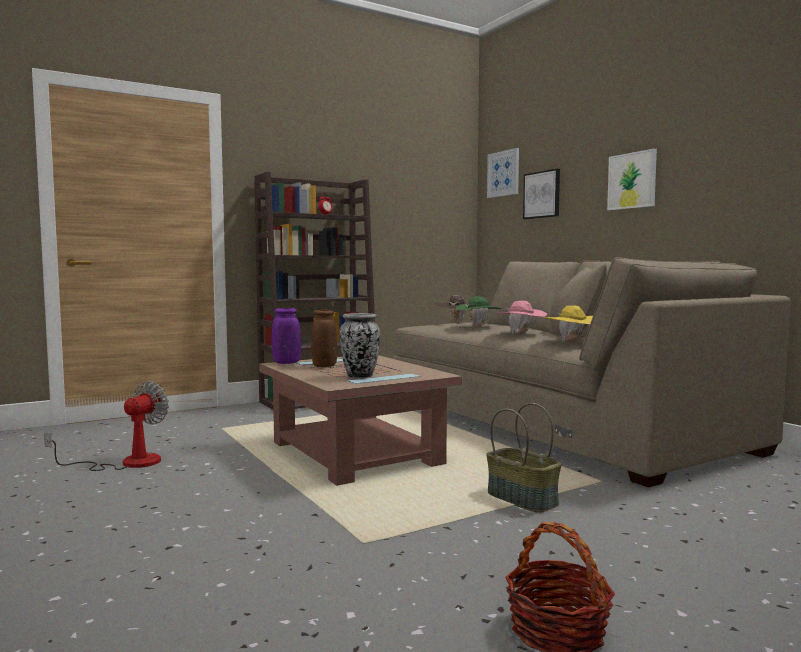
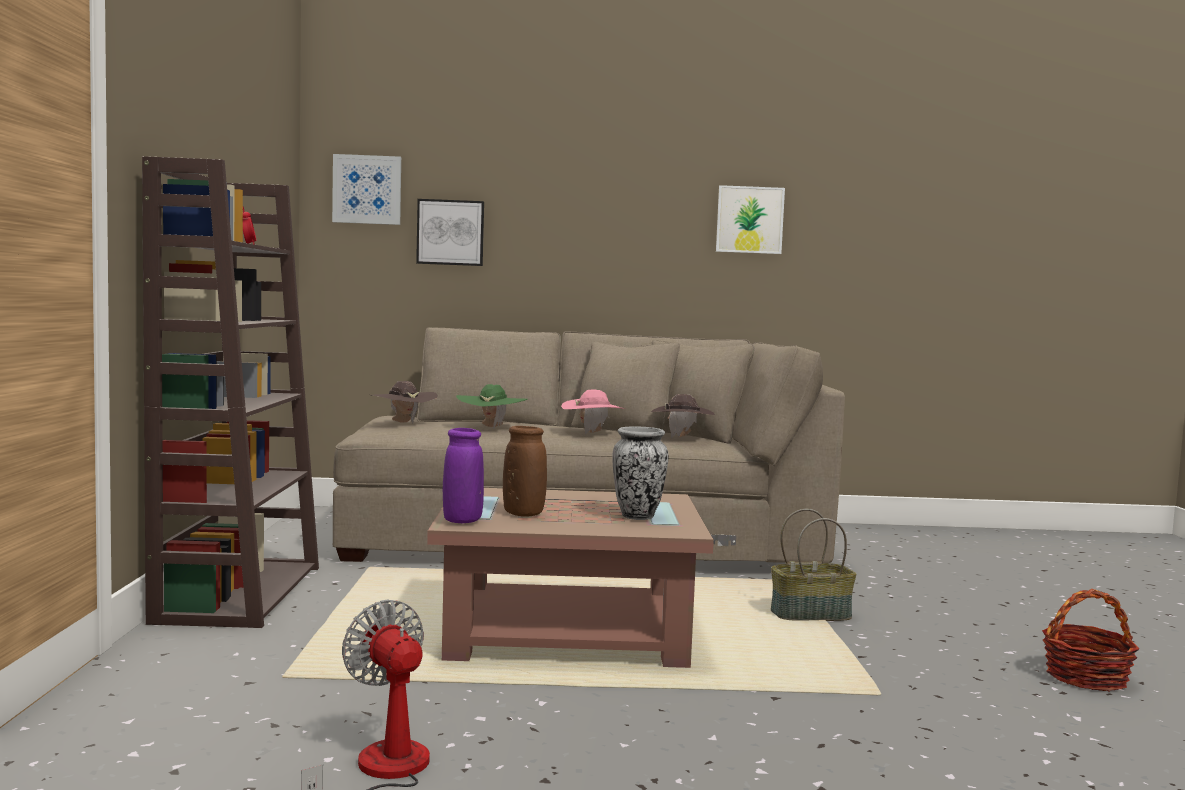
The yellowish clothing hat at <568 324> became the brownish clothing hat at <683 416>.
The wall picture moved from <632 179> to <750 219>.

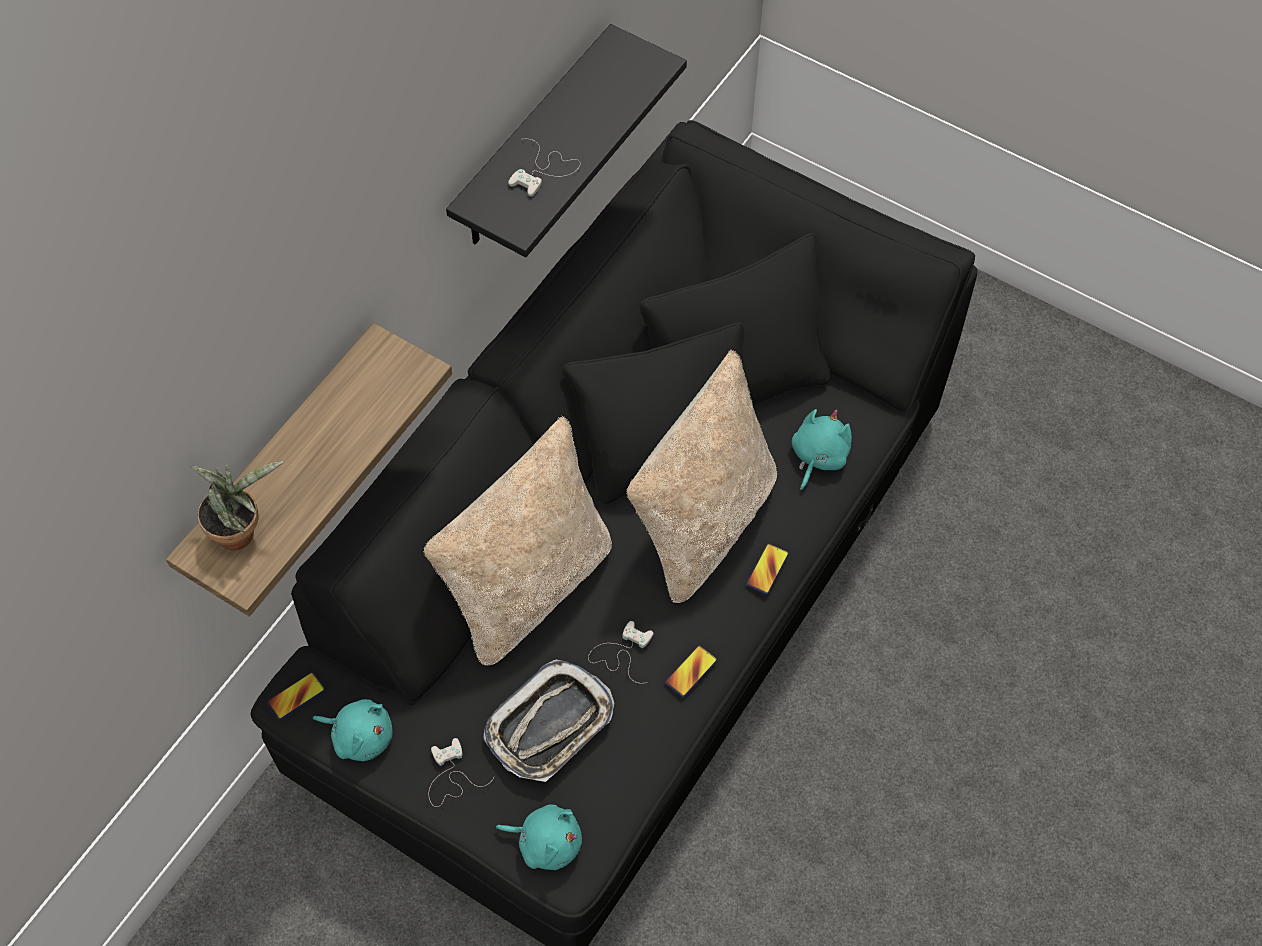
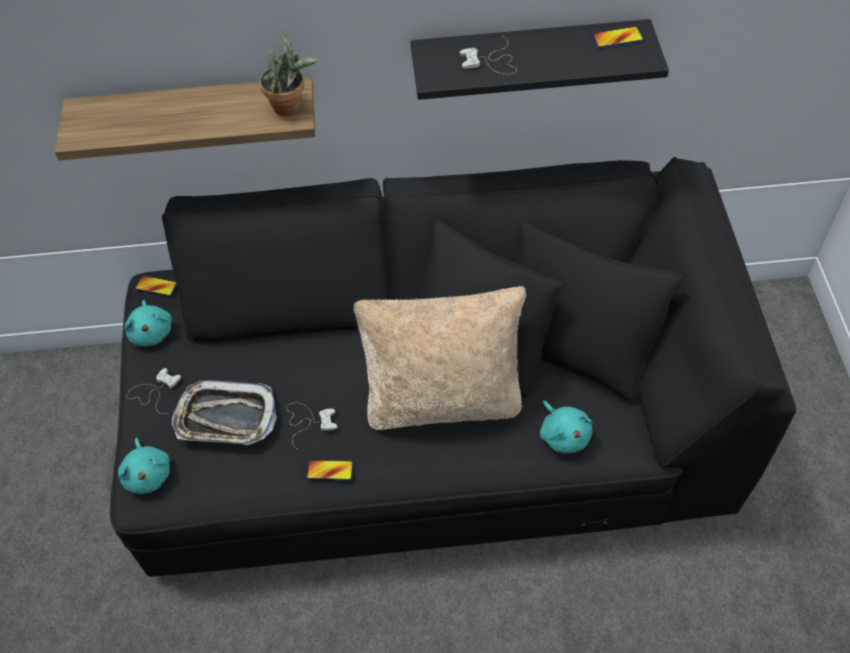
The plant in a pot moved from <236 506> to <289 74>.
The turquoise soft toy at <822 450> turned 75 degrees clockwise.
The handset moved from <767 568> to <617 37>.
The beige-coloured pillow at <517 541> disappeared.

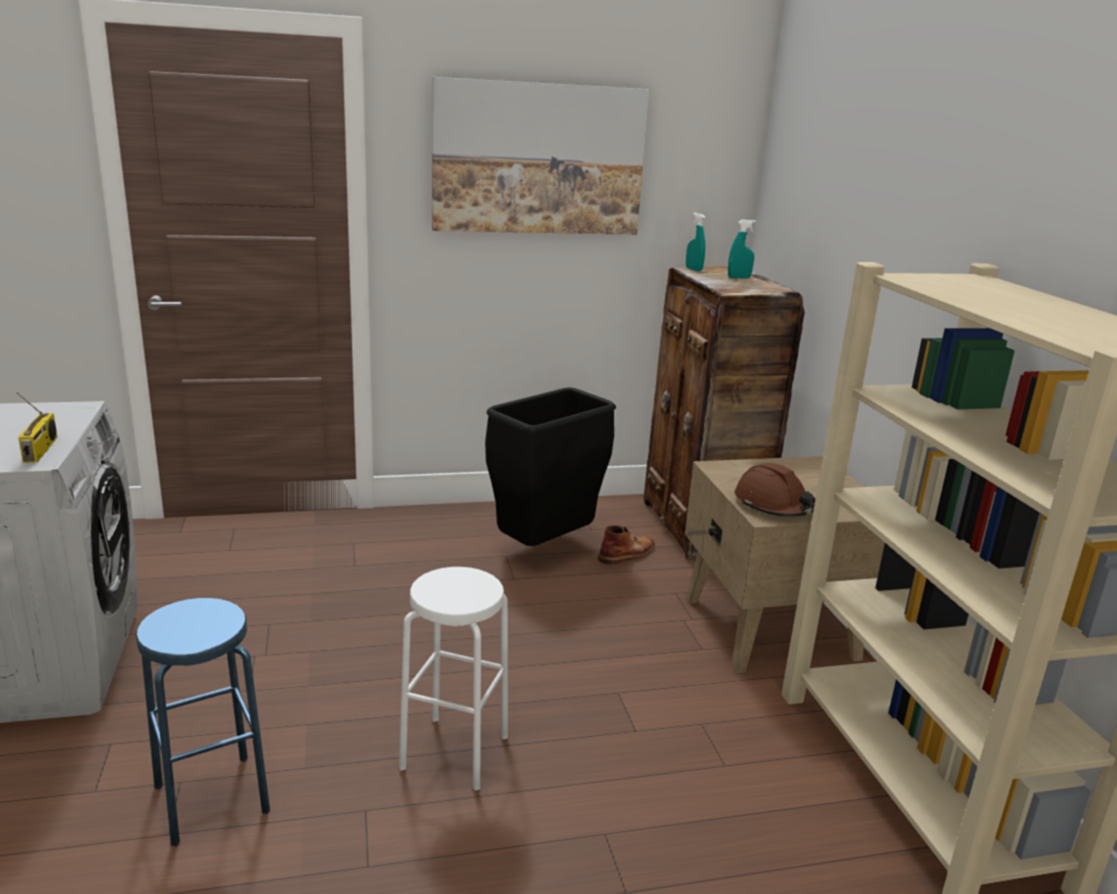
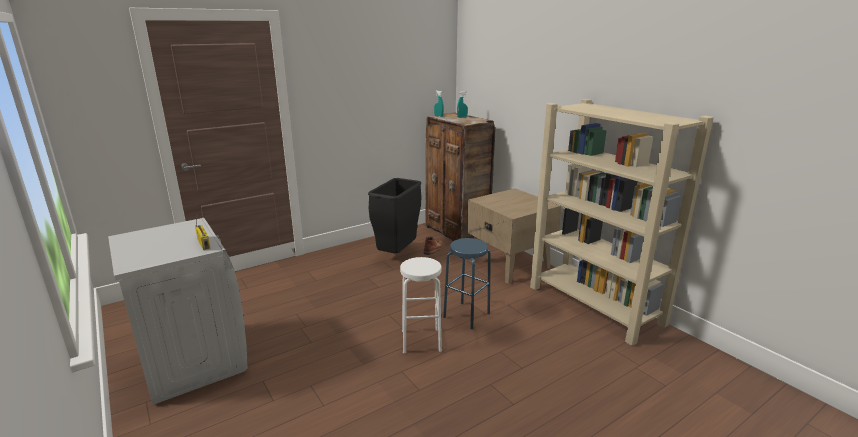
The blue-coloured stool seat moved from <203 722> to <467 283>.
The wall picture at <540 156> disappeared.
The brownish hard hat at <775 490> disappeared.

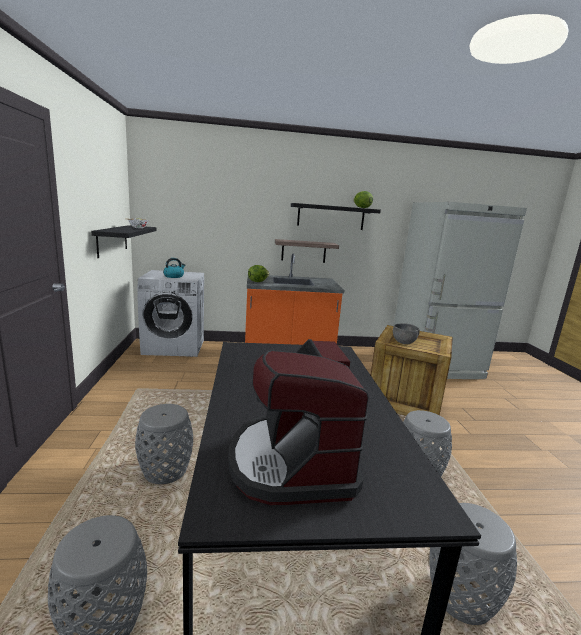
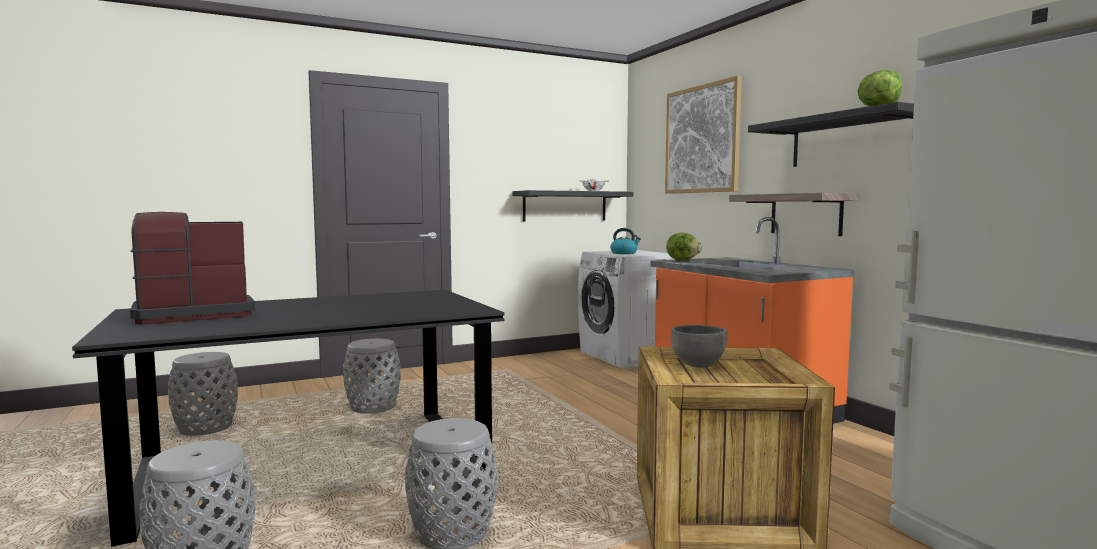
The wall picture at <703 135> appeared.

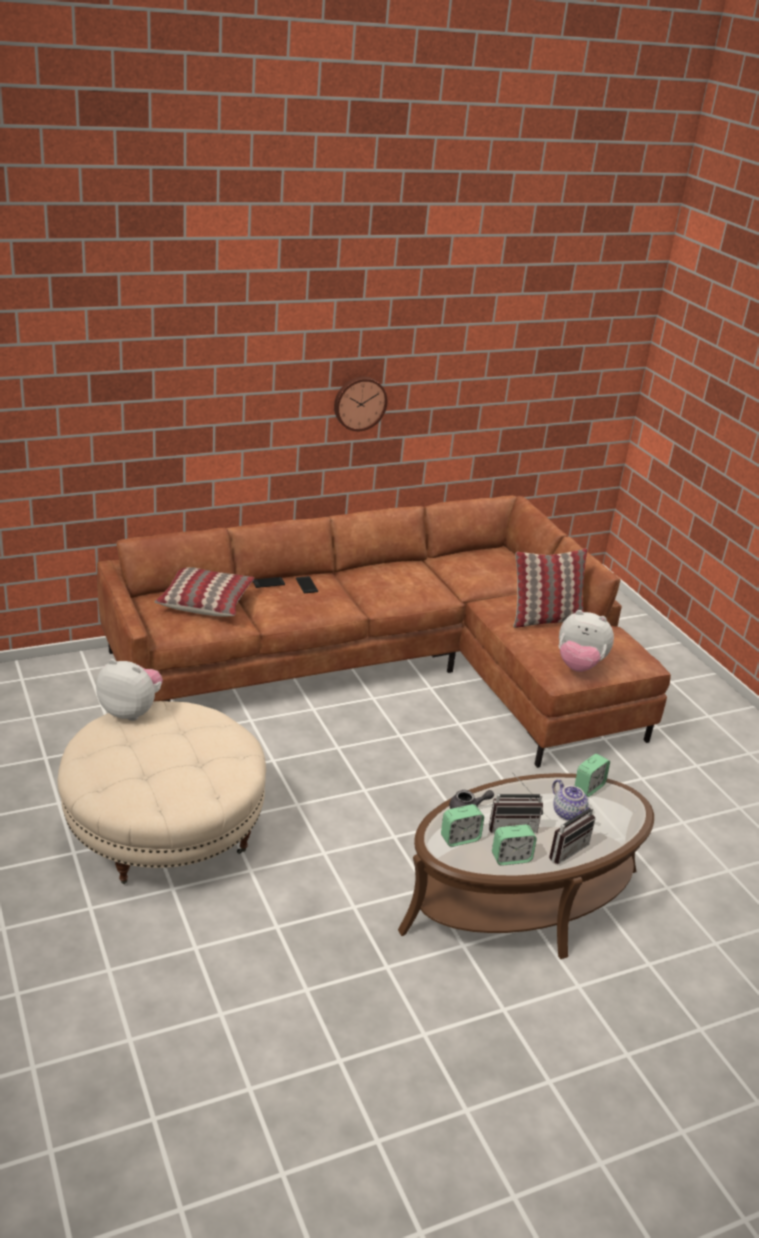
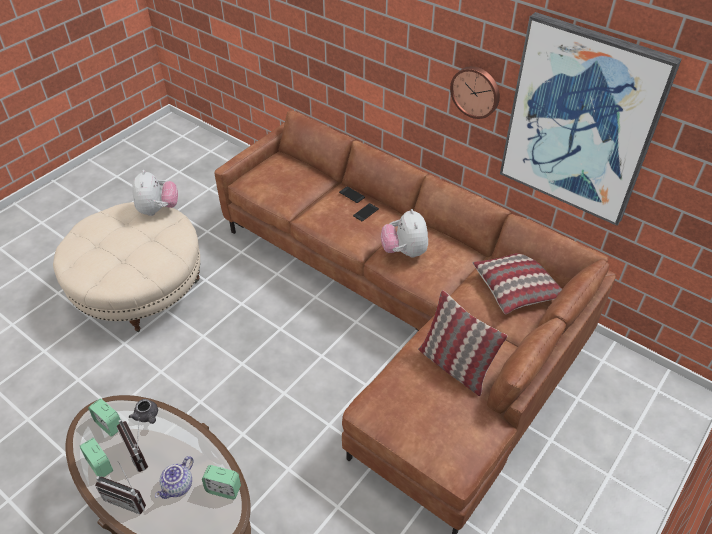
The soft toy moved from <586 641> to <404 233>.
The pillow moved from <204 591> to <517 283>.
The wall picture at <591 119> appeared.

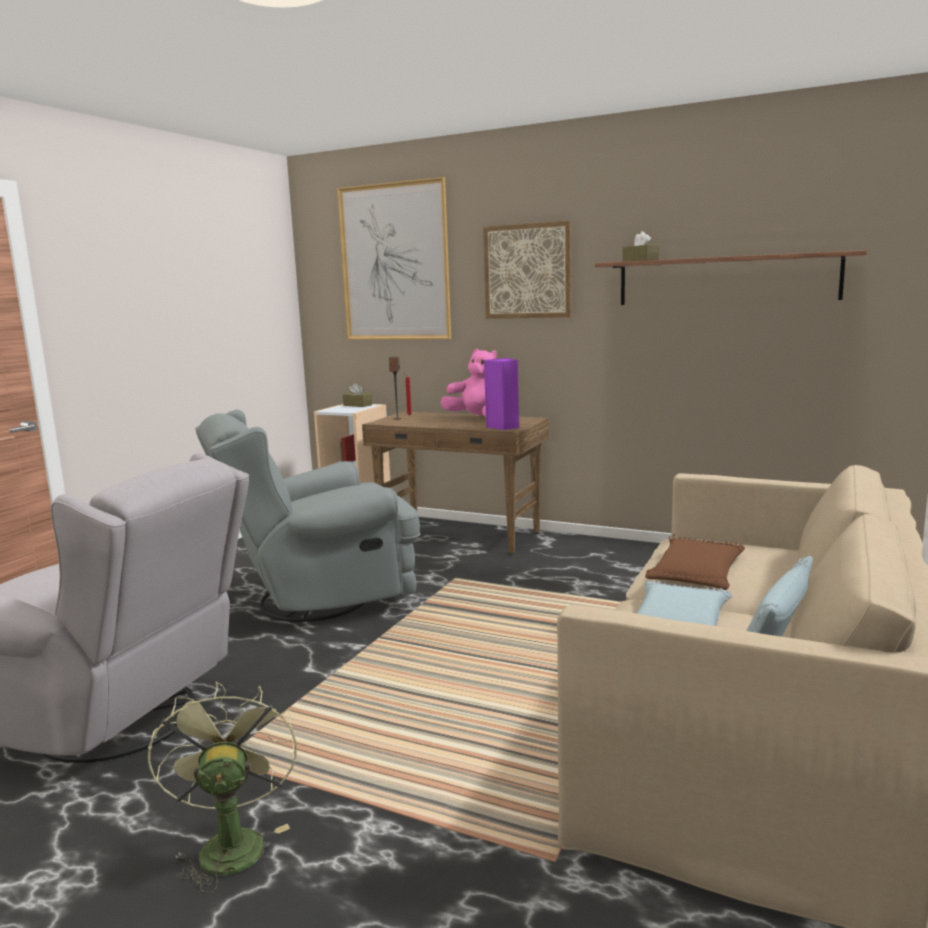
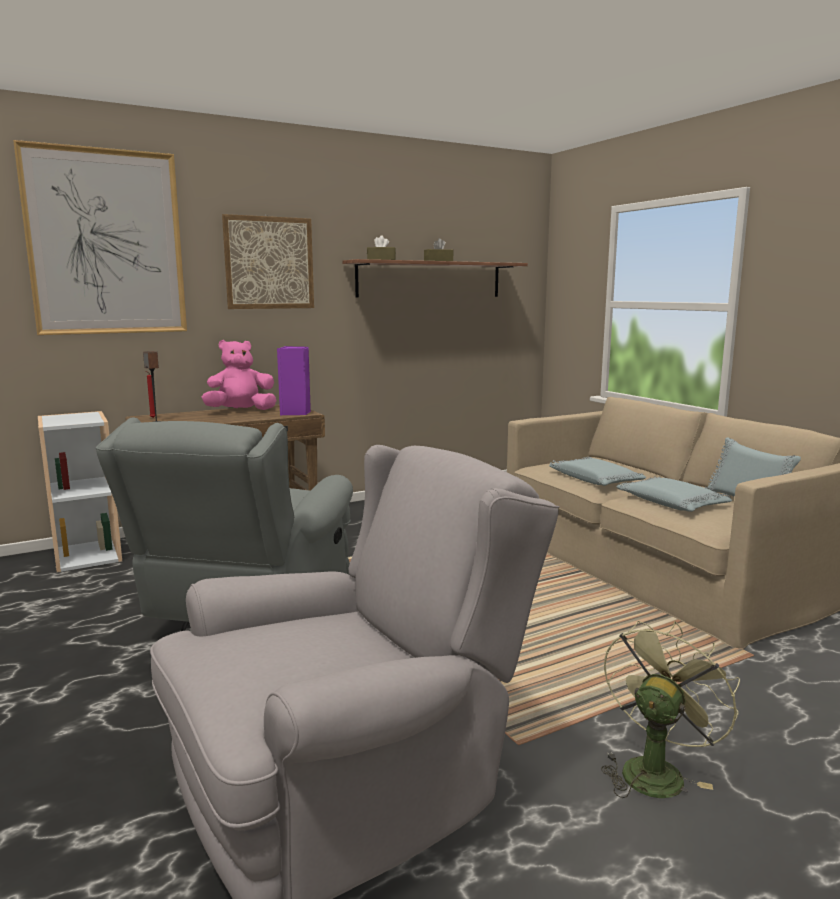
The brownish tissue box moved from <357 395> to <438 249>.
The brownish pillow at <695 562> became the blue-coloured pillow at <597 471>.
The greenish fan at <222 787> turned 105 degrees clockwise.

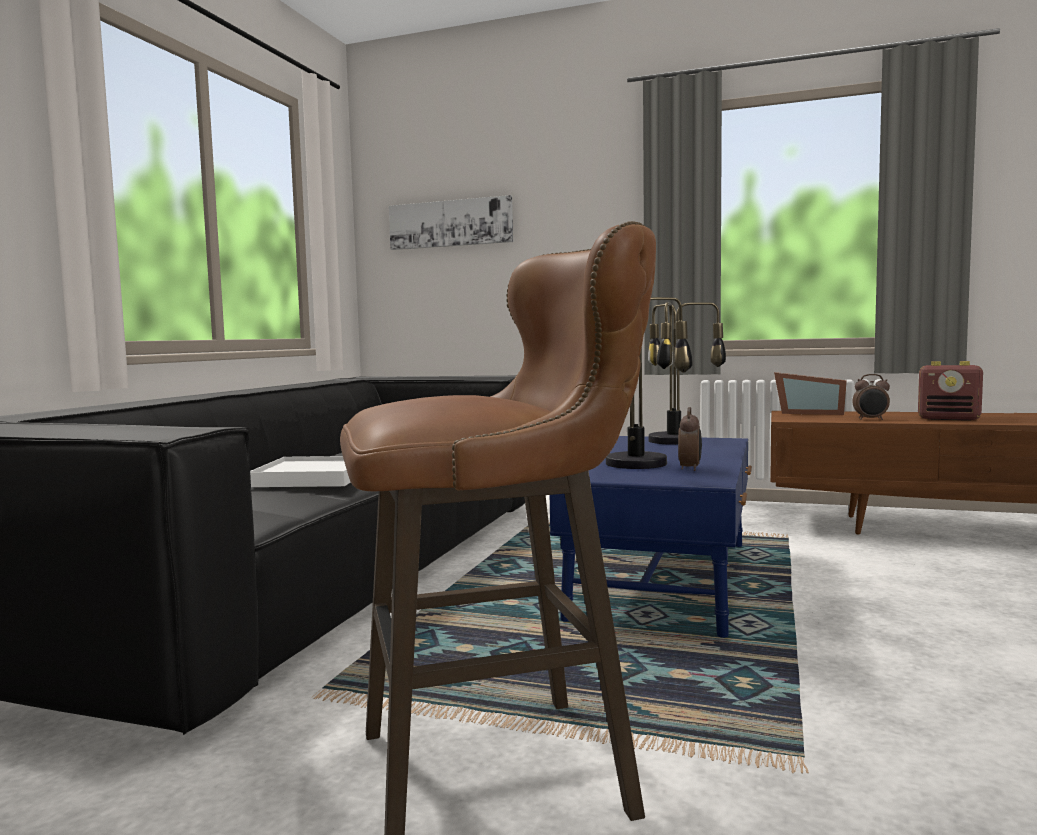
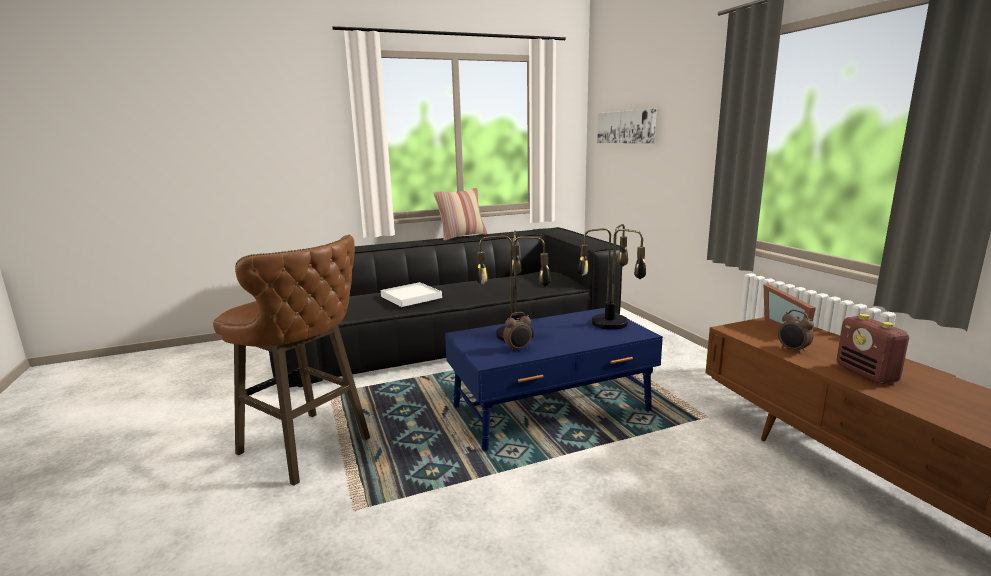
The pillow at <460 214> appeared.

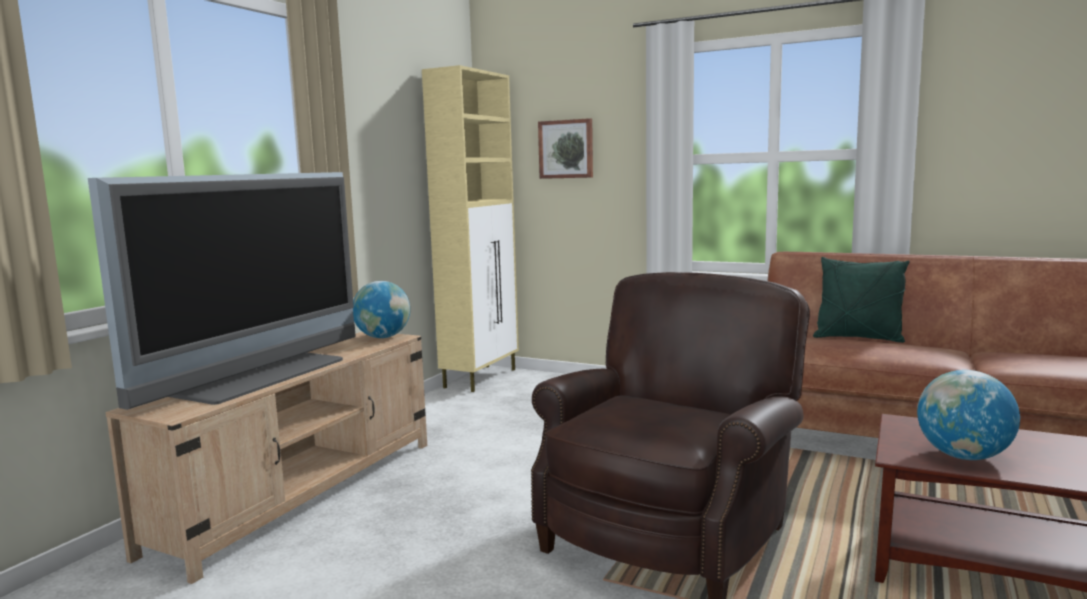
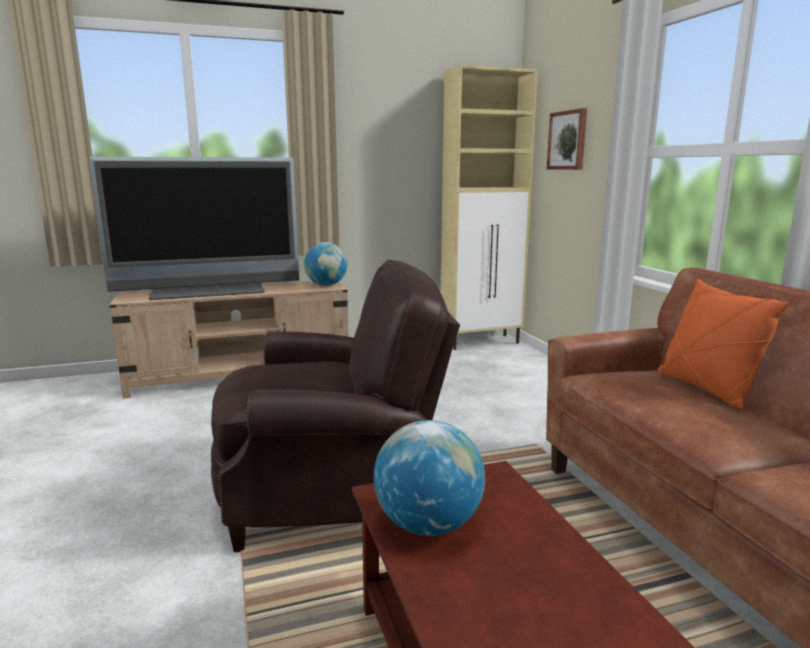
The greenish pillow at <861 300> became the orange pillow at <723 344>.

